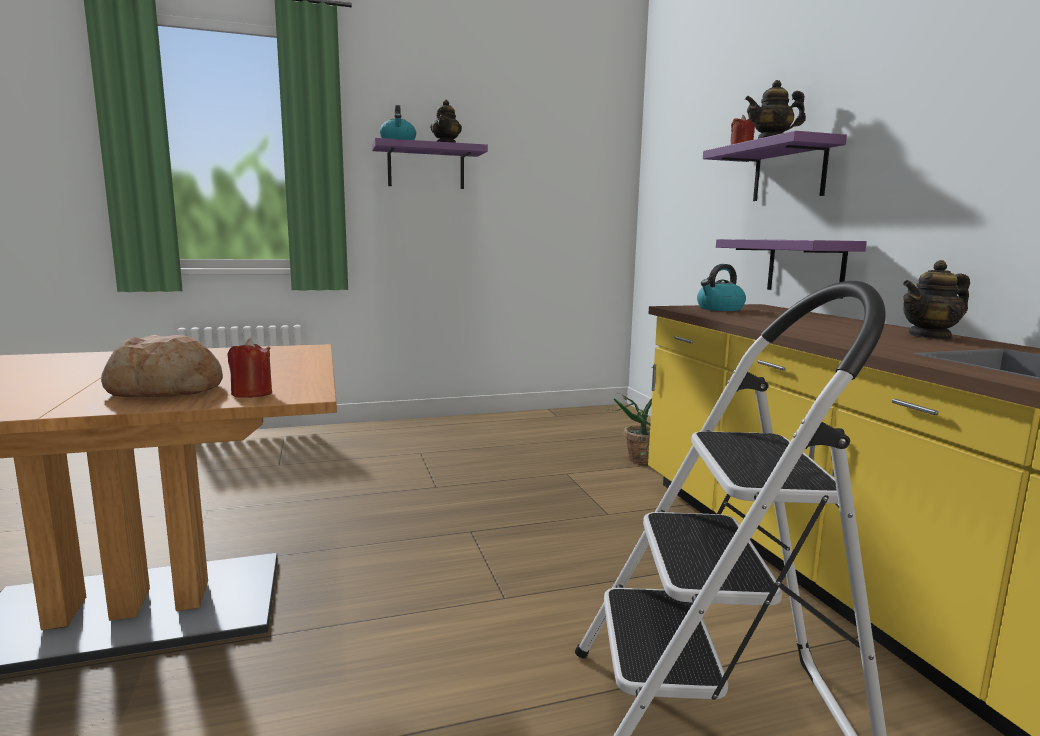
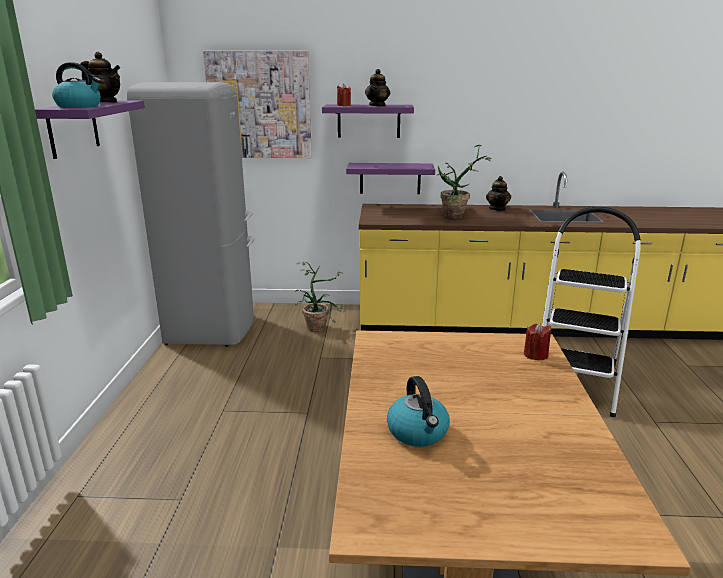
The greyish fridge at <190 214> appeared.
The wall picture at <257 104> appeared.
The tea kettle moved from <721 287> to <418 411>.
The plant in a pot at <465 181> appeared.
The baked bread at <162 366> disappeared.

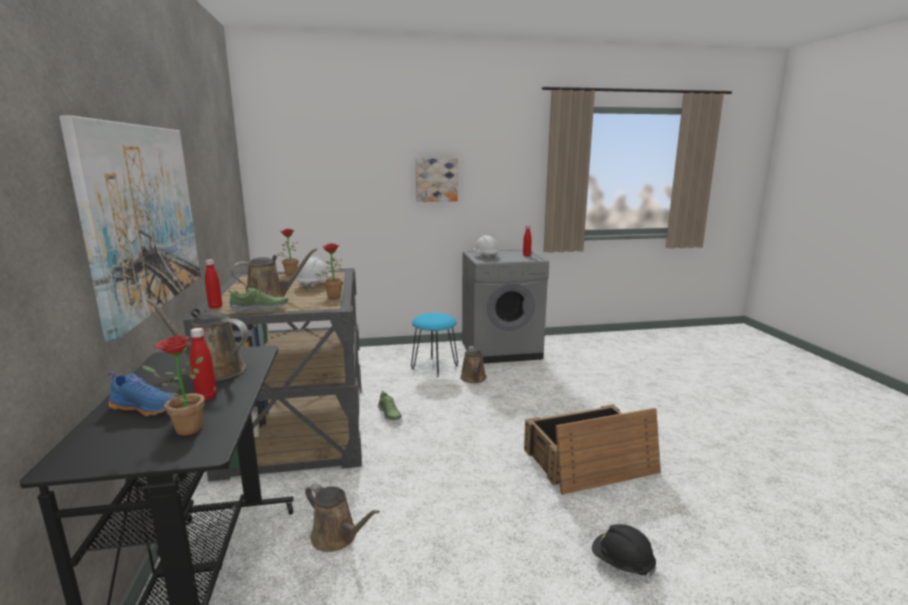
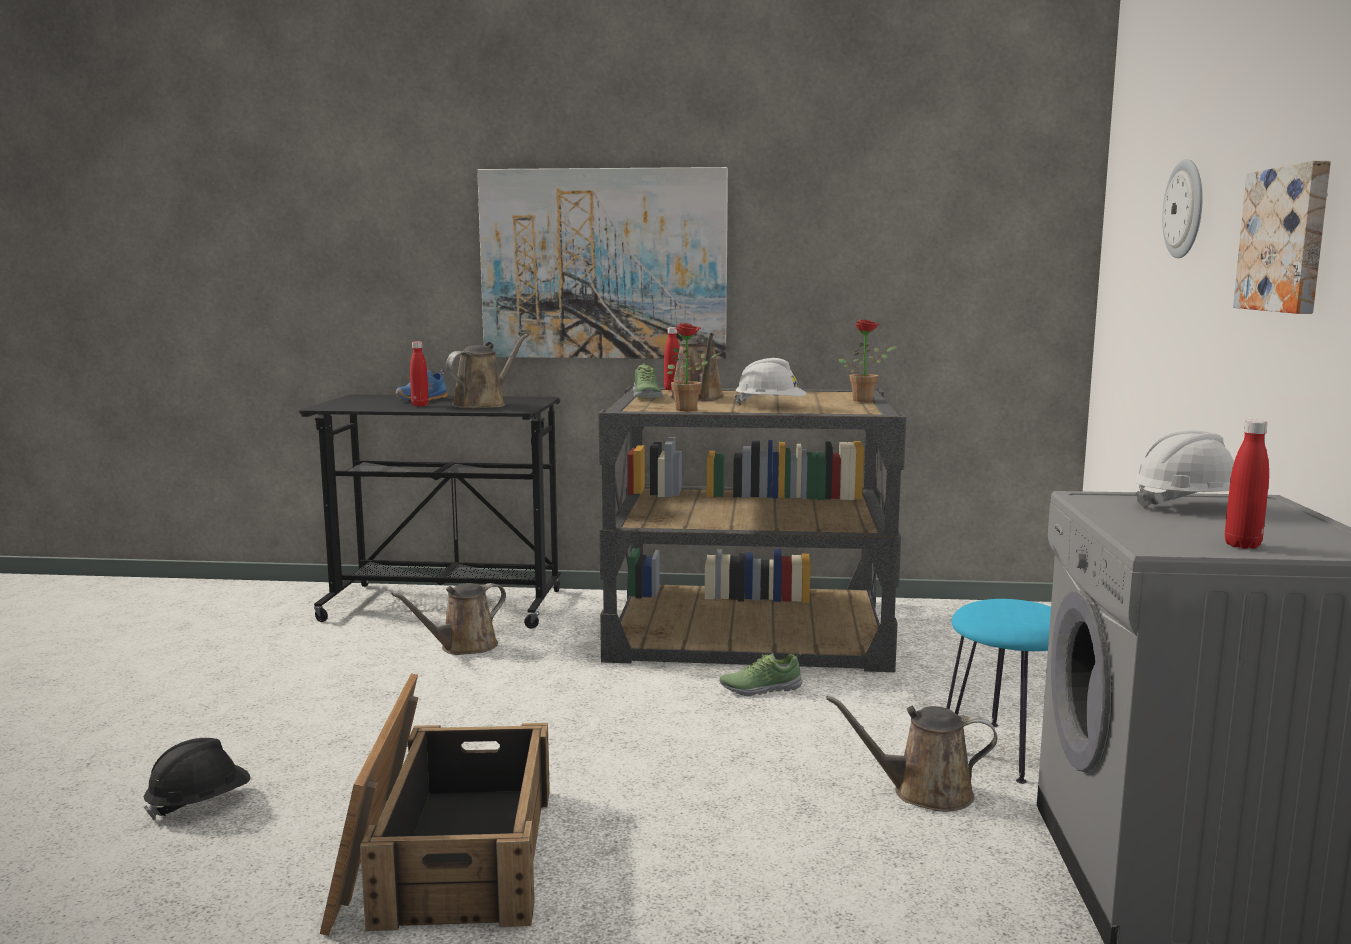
The clock on the wall at <1182 208> appeared.
The plant in a pot at <173 385> disappeared.

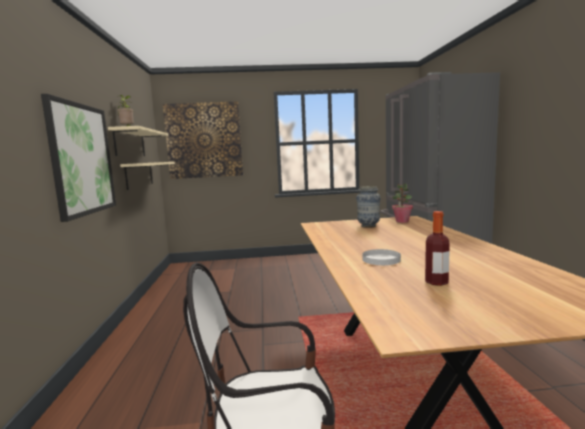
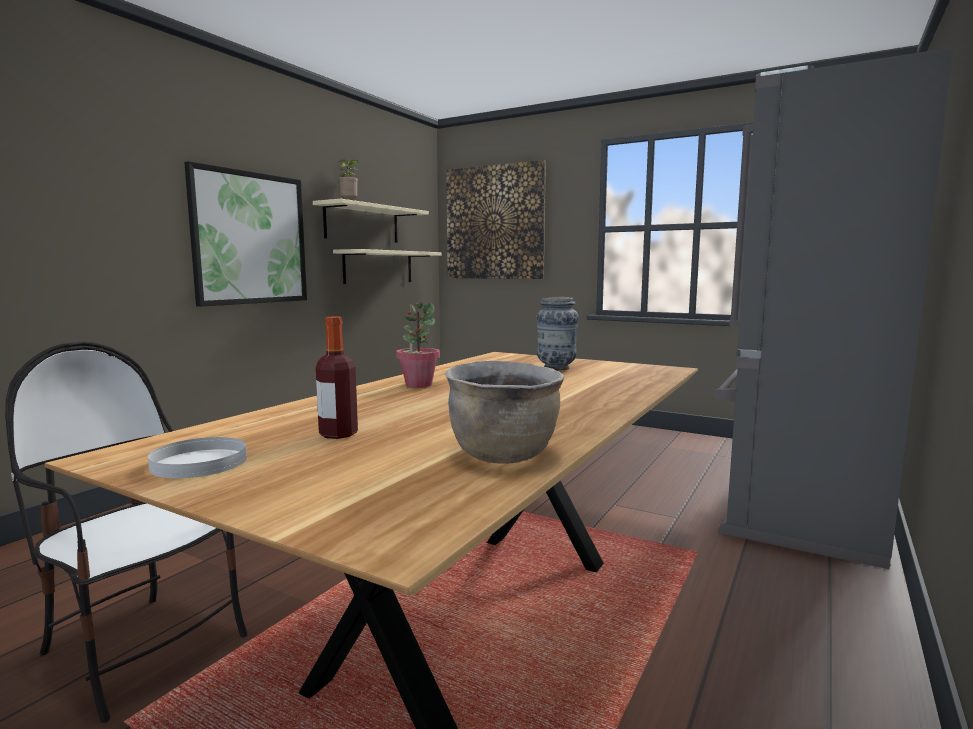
The white-coloured dinner plate moved from <381 257> to <197 457>.
The plant in a pot moved from <402 203> to <418 345>.
The brownish stockpot at <504 412> appeared.

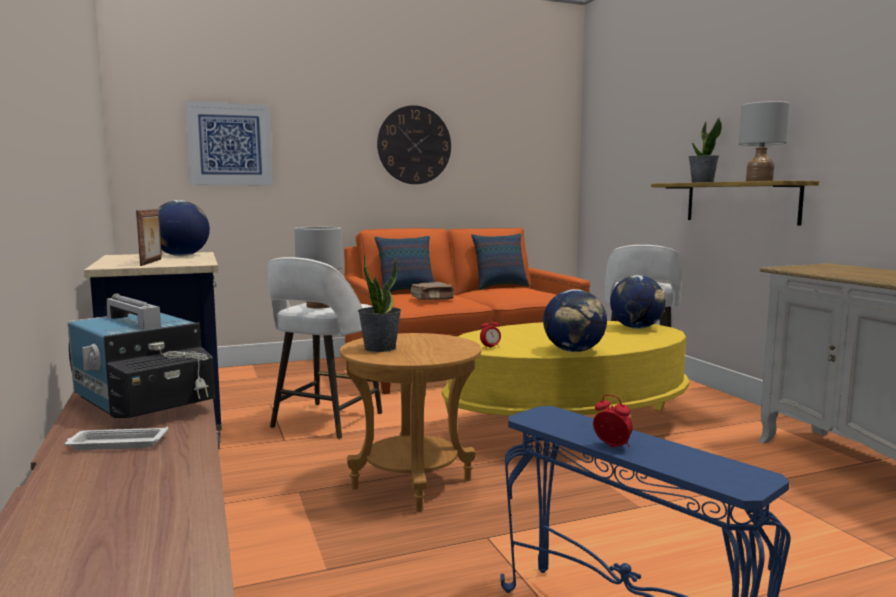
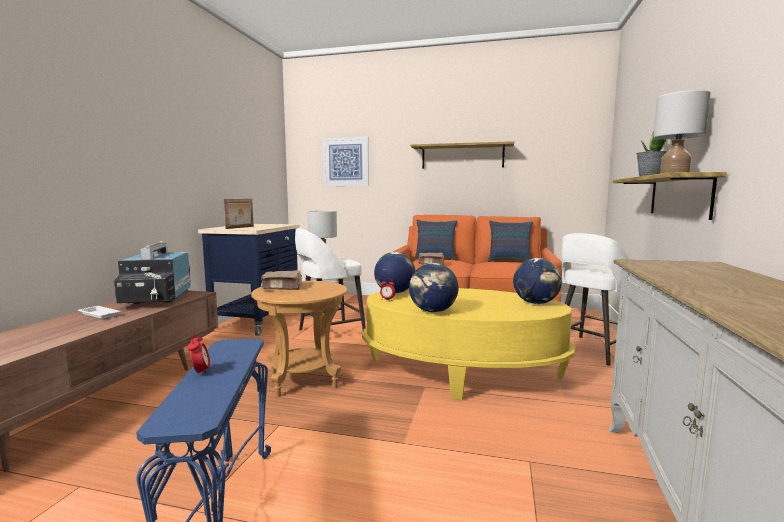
The plant in a pot at <379 303> was replaced by the brownish volume at <282 280>.
The world globe moved from <183 228> to <394 272>.
The clock on the wall at <414 144> was replaced by the shelf at <462 155>.

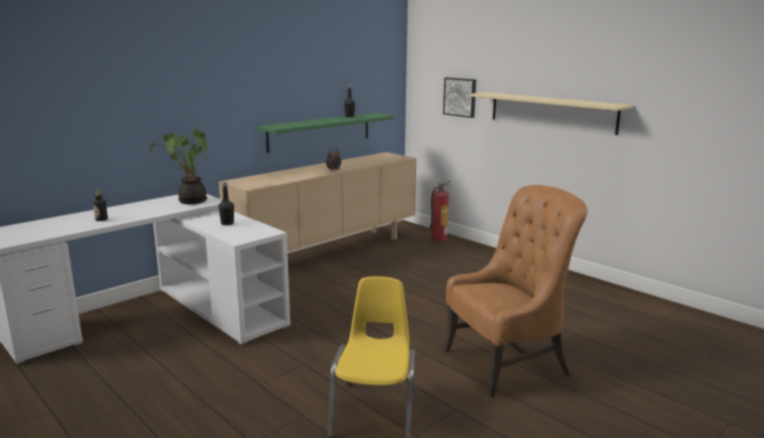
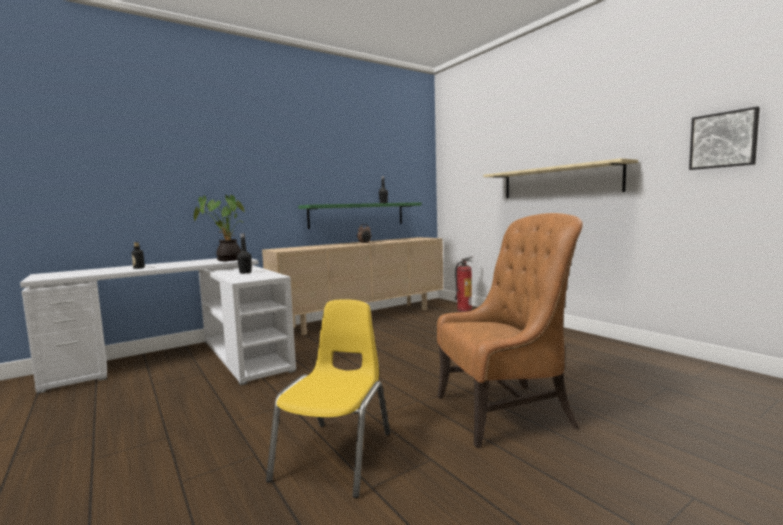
The wall picture moved from <459 97> to <724 138>.

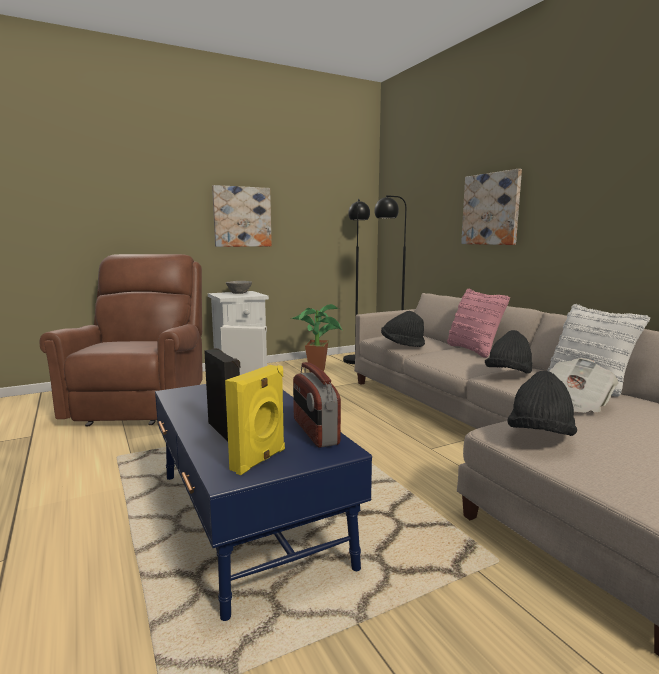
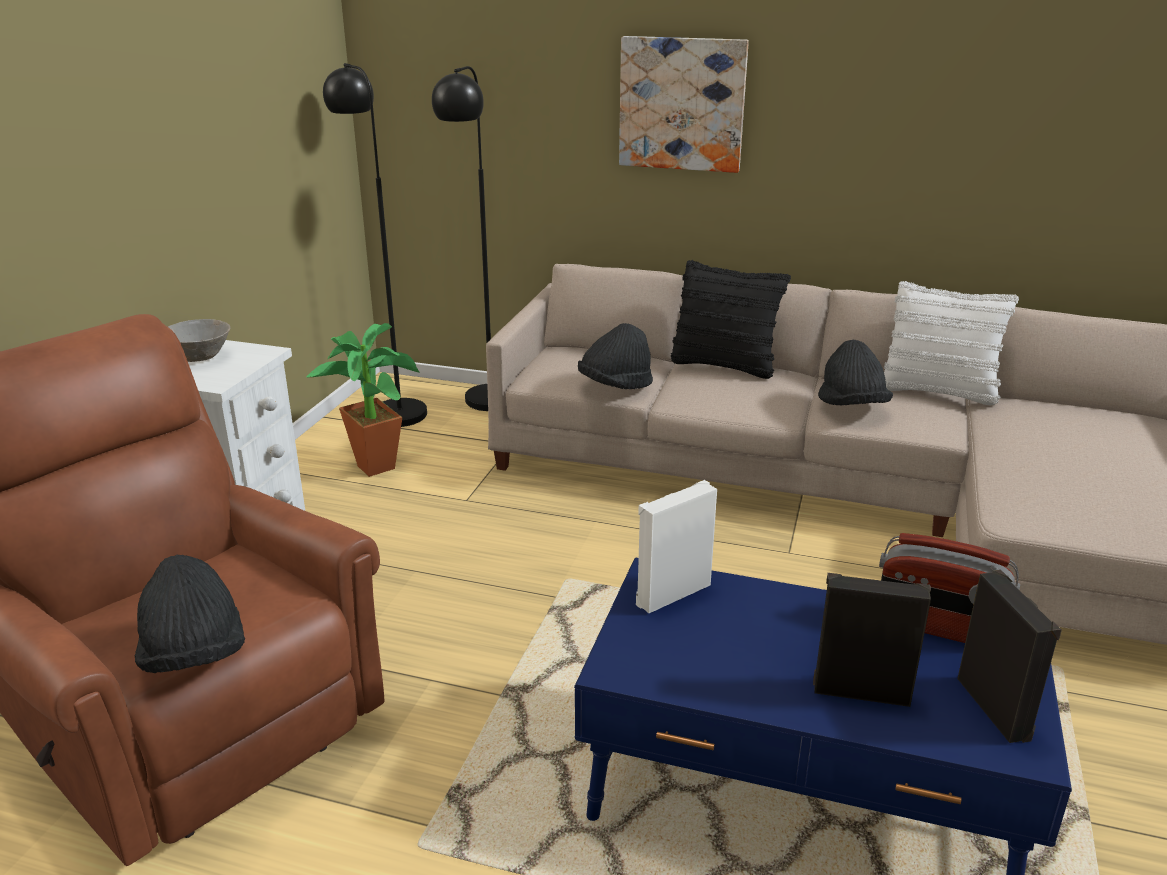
The black-coloured clothing hat moved from <542 403> to <190 614>.
The pinkish pillow at <478 323> became the black-coloured pillow at <731 319>.
The yellowish loudspeaker at <255 420> became the black-coloured loudspeaker at <1009 656>.
The wall picture at <242 216> disappeared.
The newspaper at <583 385> disappeared.

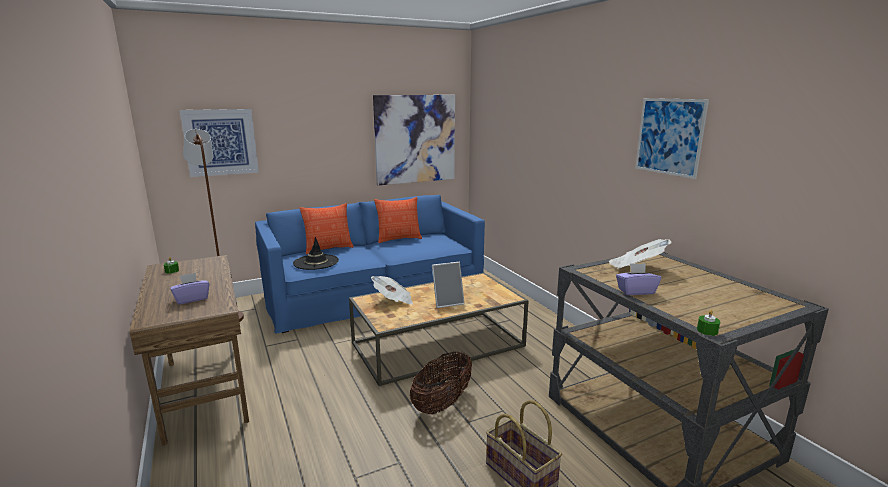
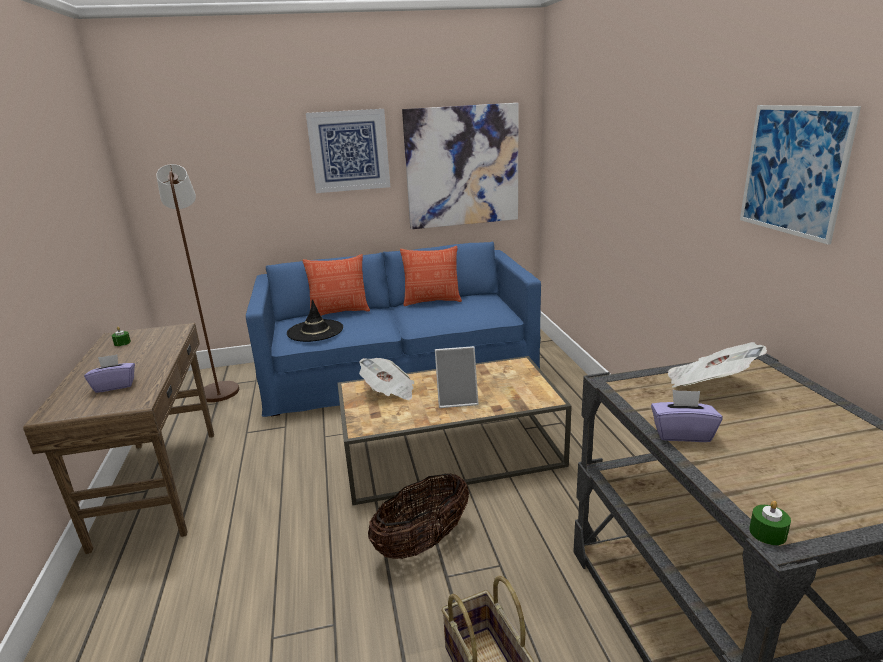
The wall picture moved from <219 143> to <348 151>.

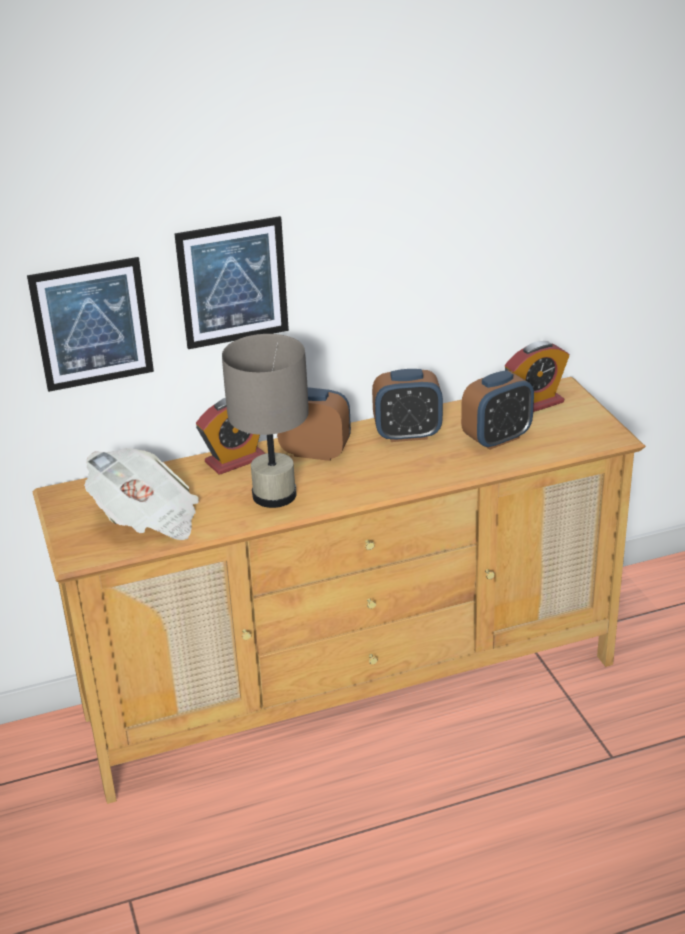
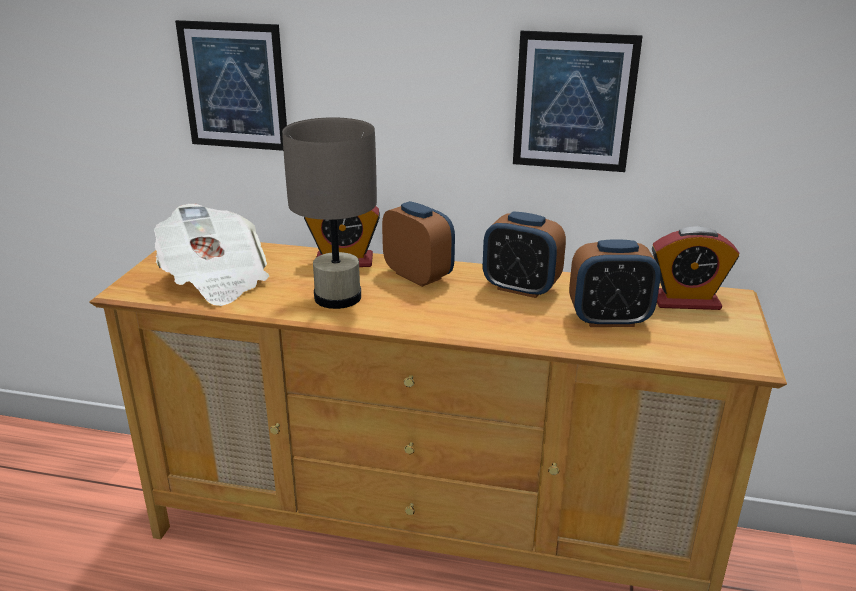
The wall picture moved from <231 282> to <578 101>.

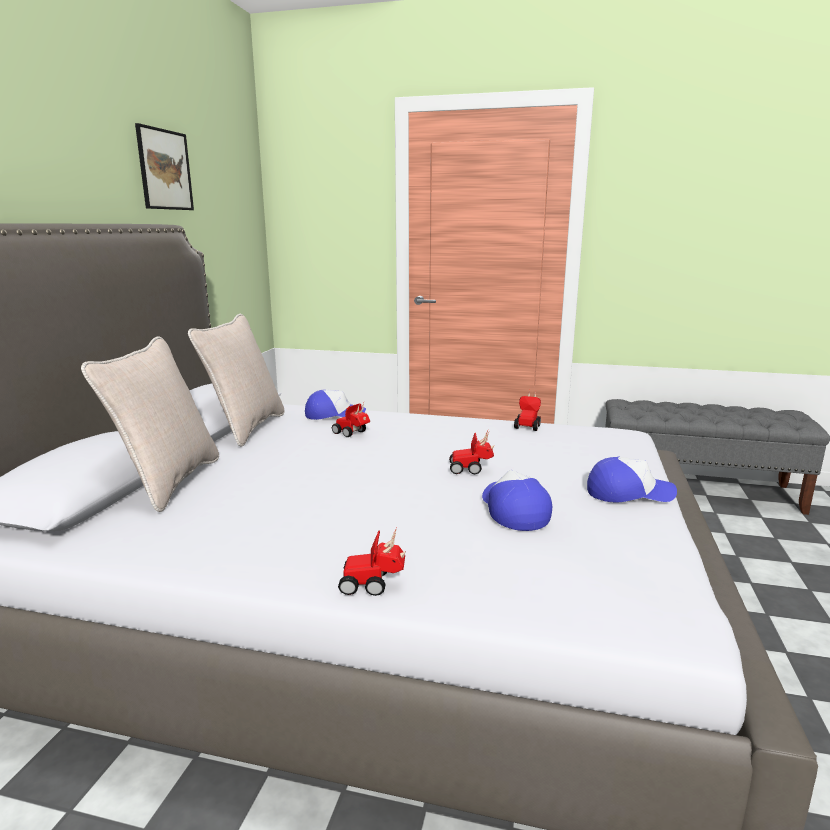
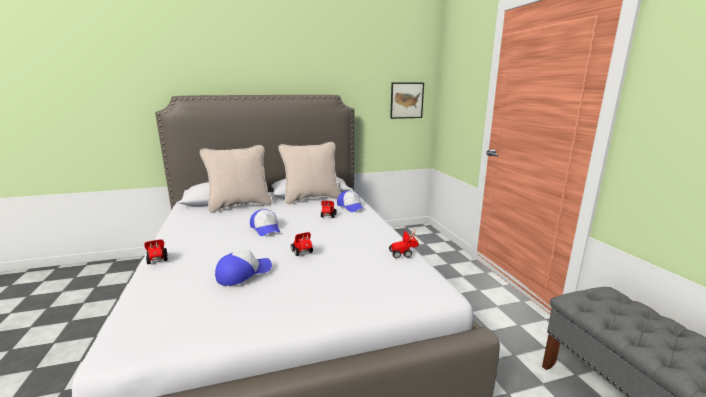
The peaked cap moved from <632 480> to <265 222>.
The wall picture moved from <164 166> to <407 101>.

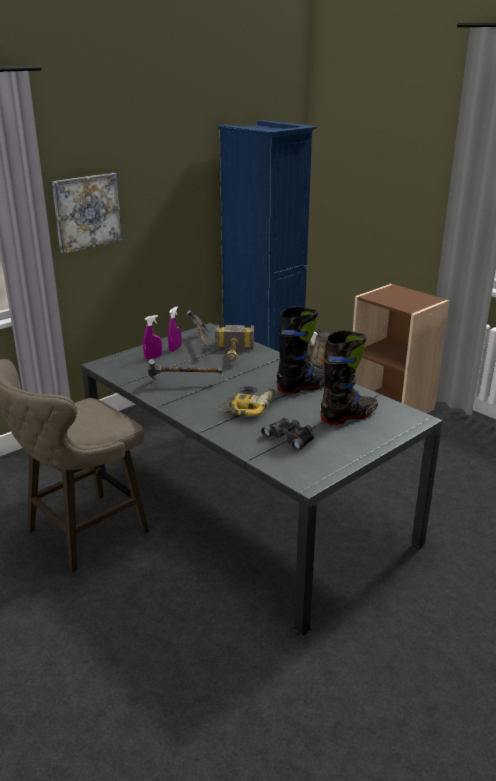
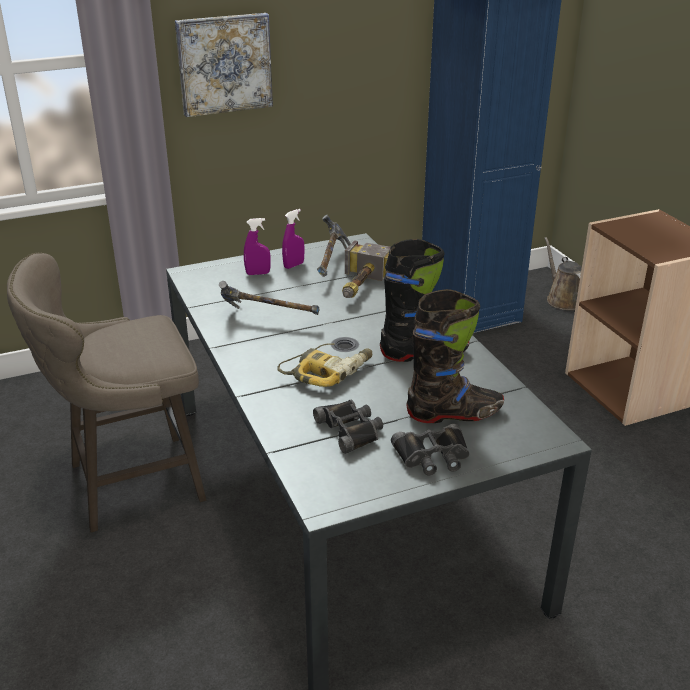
The black-coloured pair of binoculars at <430 450> appeared.

